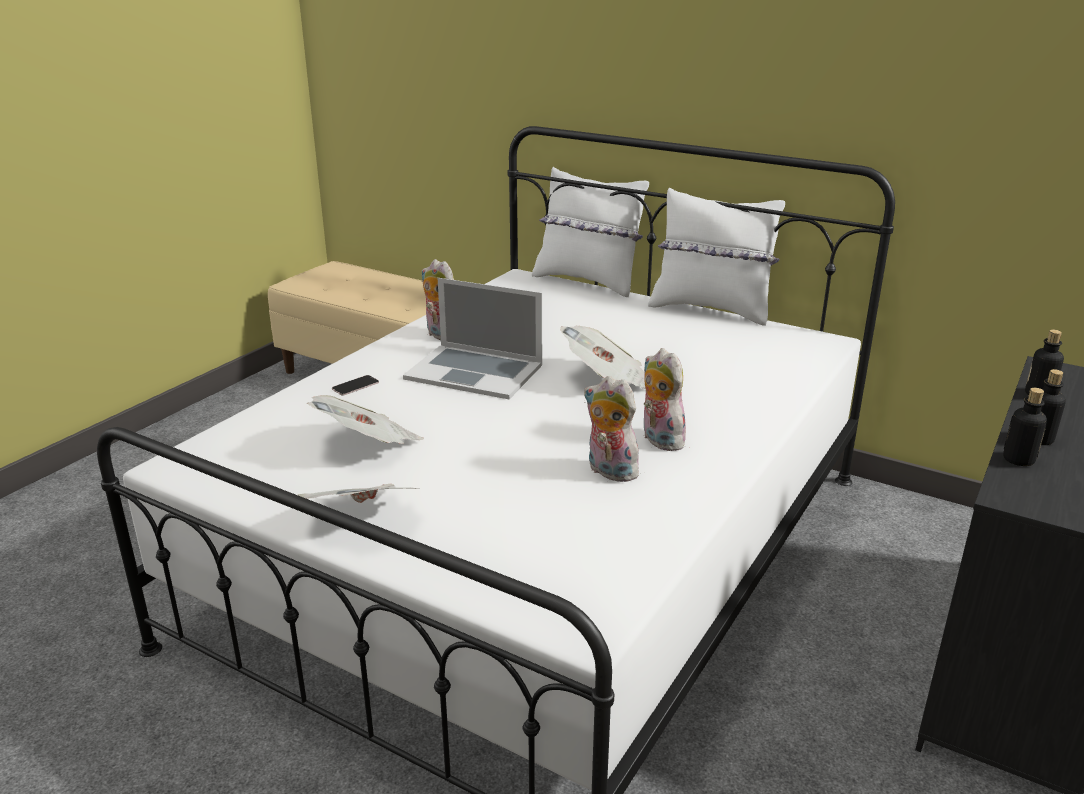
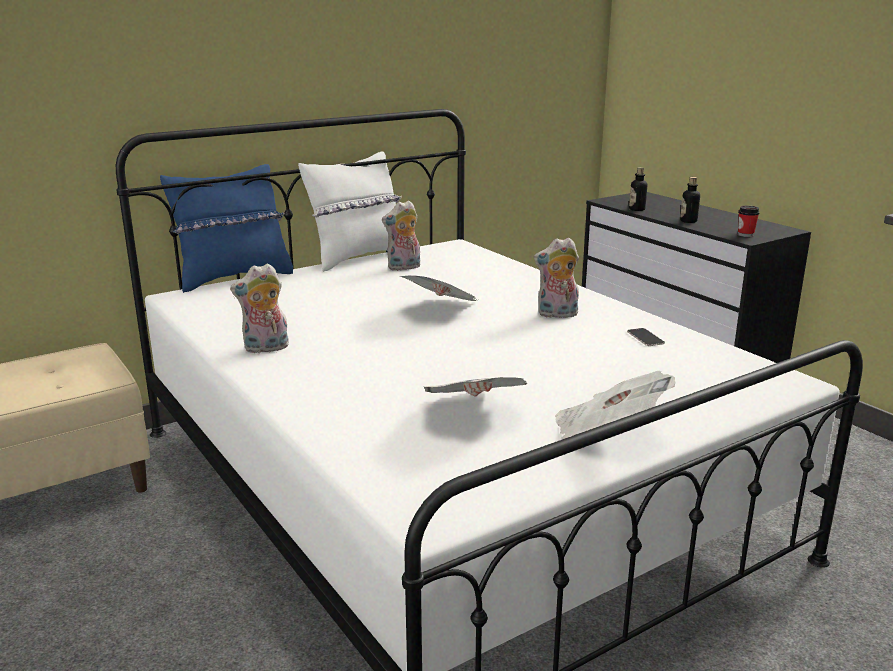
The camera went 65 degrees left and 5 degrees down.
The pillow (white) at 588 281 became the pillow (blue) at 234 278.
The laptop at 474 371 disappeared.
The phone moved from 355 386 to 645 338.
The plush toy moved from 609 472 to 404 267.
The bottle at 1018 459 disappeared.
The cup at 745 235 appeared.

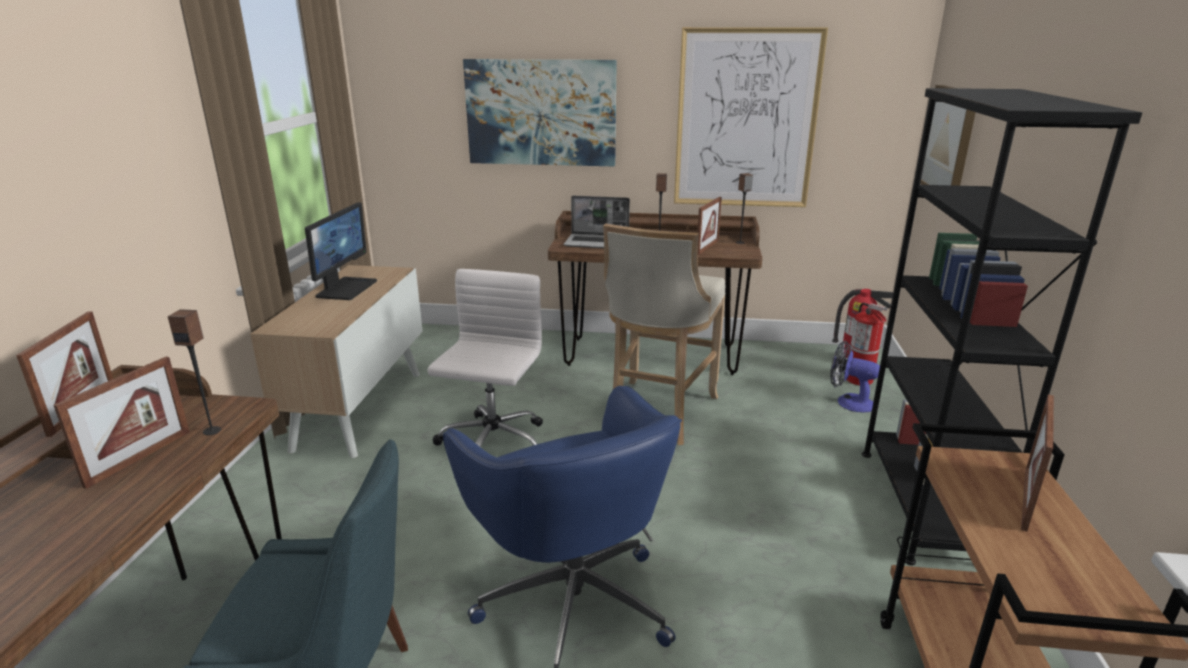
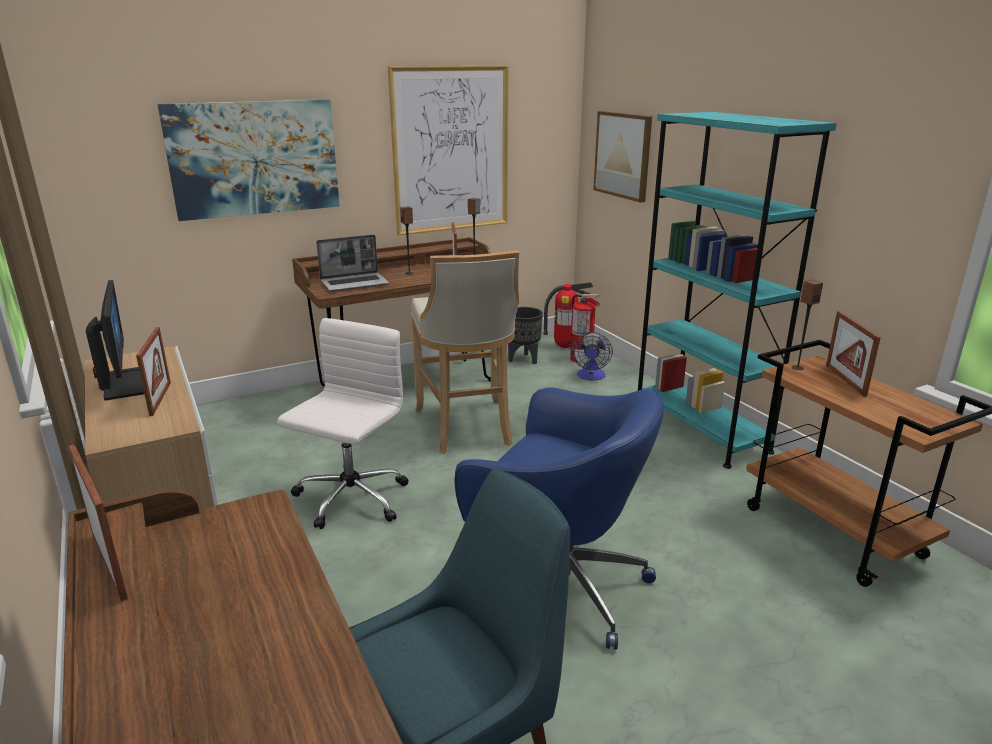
The camera went 35 degrees left and 0 degrees up.
The bookcase (black) at 922 505 became the bookcase (turquoise) at 700 429.
The office chair (white) at 492 443 turned 45 degrees clockwise.
The speaker moved from 212 430 to 797 367.
The fan at 848 402 turned 75 degrees counterclockwise.
The picture frame moved from 139 458 to 160 398.
The planter (black) at 523 359 appeared.

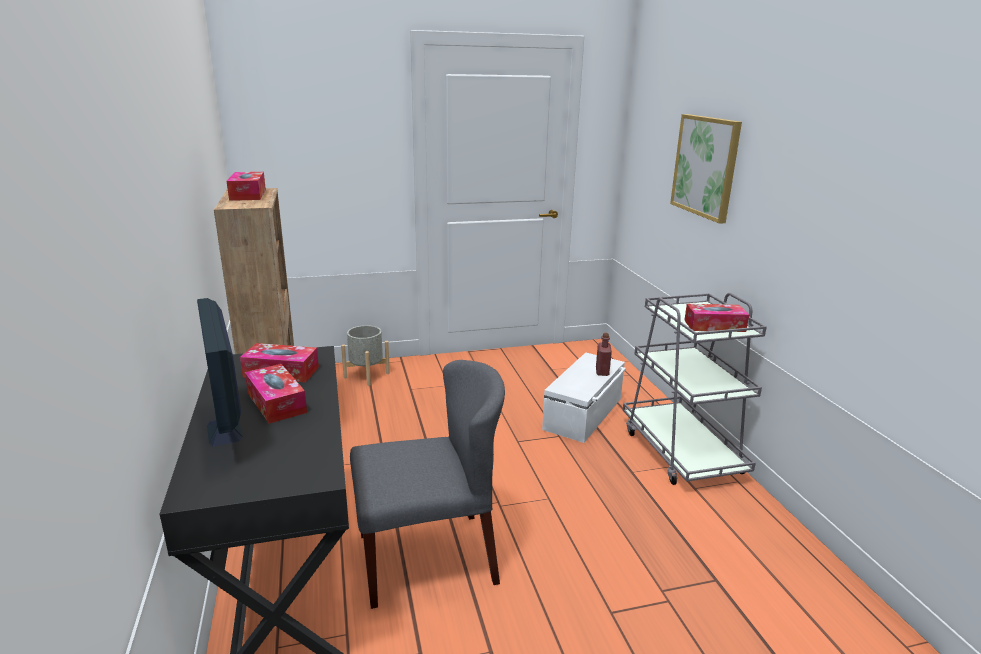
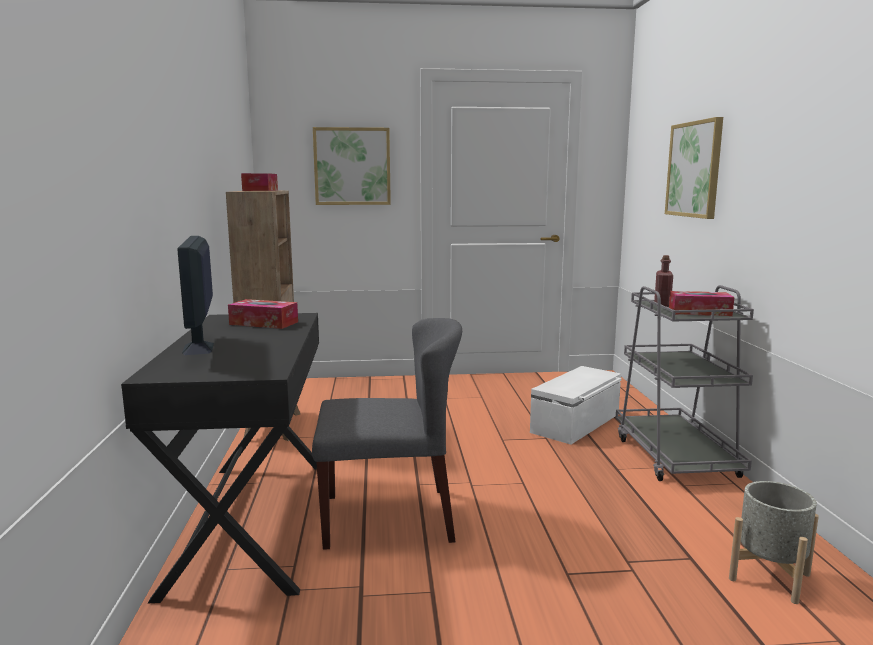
The camera went 10 degrees right and 10 degrees down.
The planter (grey) moved from 366 375 to 769 577.
The bottle (red) moved from 602 372 to 662 304.
The tissue box at 276 402 disappeared.
The picture at 352 166 appeared.

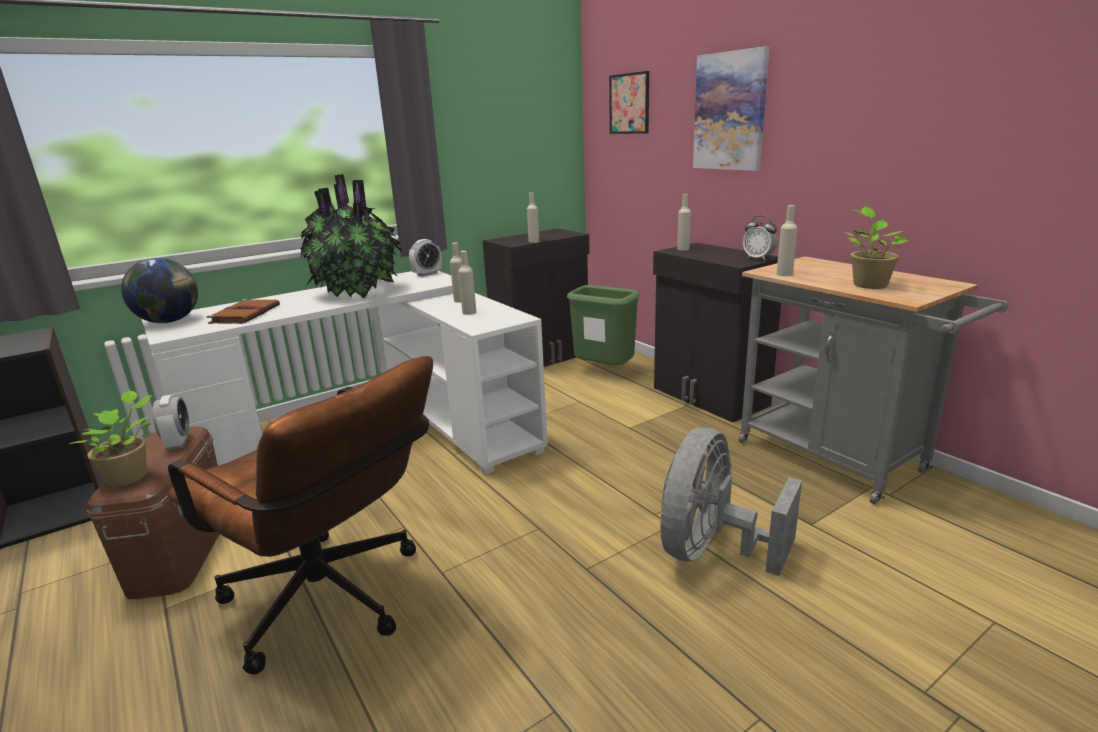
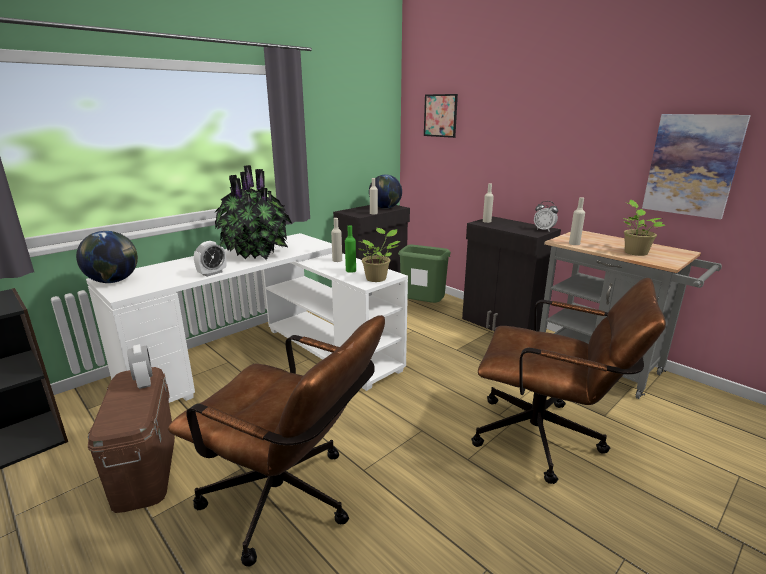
The camera went 10 degrees left and 0 degrees up.
The picture moved from 730 112 to 692 165.
The alarm clock moved from 427 274 to 212 273.
The bottle (beige) at 469 312 became the bottle (green) at 351 270.
The book (brown) at 246 314 disappeared.
The potted plant moved from 131 477 to 377 278.
The fan (grey) at 712 551 was replaced by the office chair (brown) at 548 439.
The globe at 385 208 appeared.

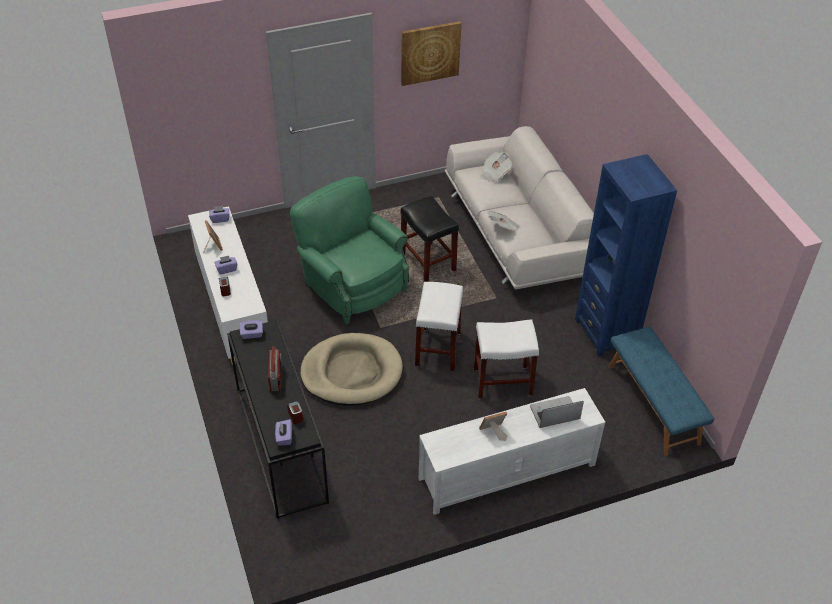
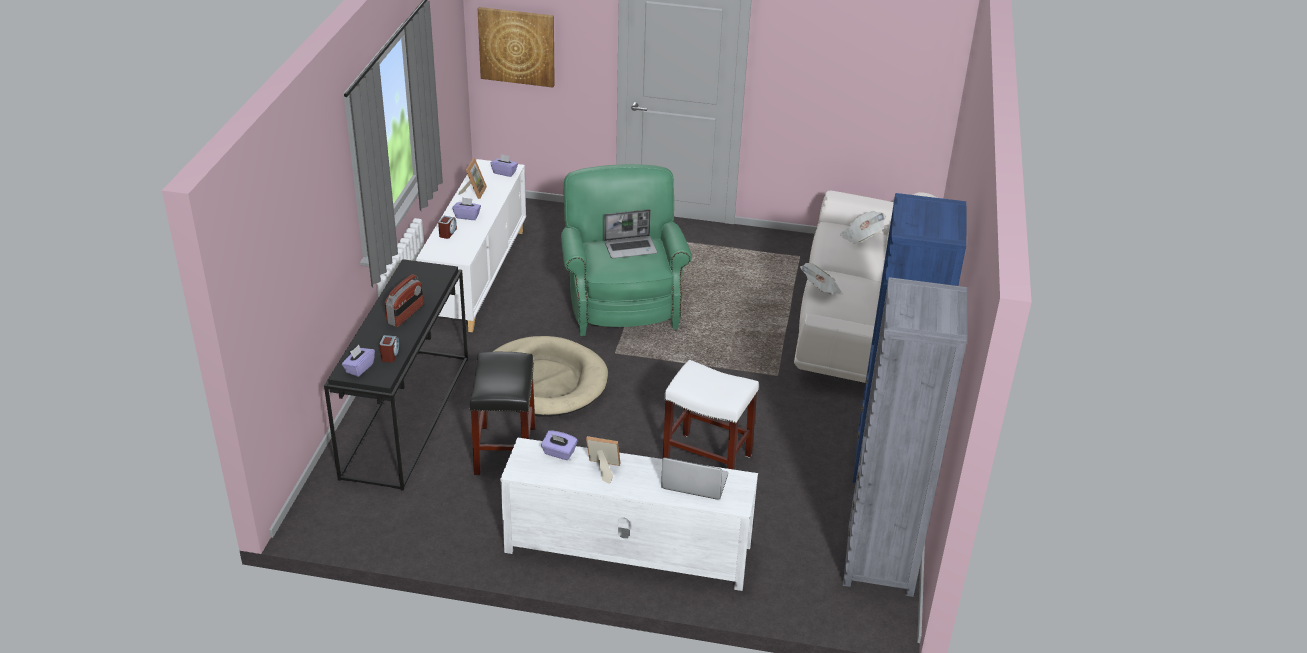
The camera went 30 degrees right and 10 degrees down.
The picture moved from 430 52 to 517 46.
The stool (black) moved from 427 262 to 504 450.
The stool (white) at 437 348 disappeared.
The tissue box (purple) moved from 252 334 to 559 453.
The bench (blue) at 653 404 was replaced by the bookcase (grey) at 880 561.
The laptop at 631 248 appeared.

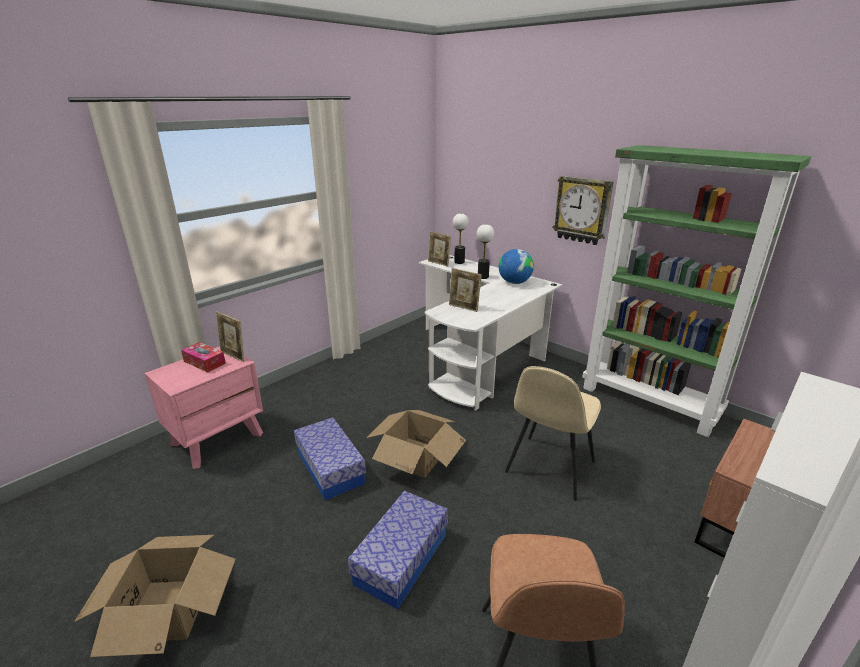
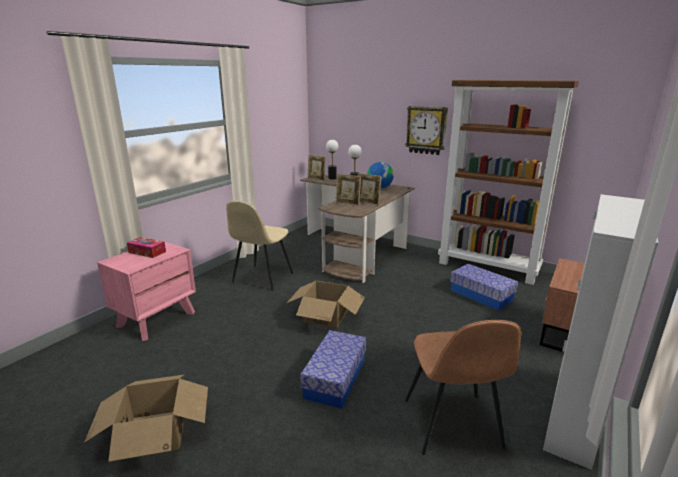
The camera went 10 degrees left and 5 degrees down.
The bookcase (green) at 650 402 became the bookcase (brown) at 488 268.
The desk (white) at 481 357 became the desk (brown) at 357 249.
The picture frame moved from 234 356 to 367 203.
The chair (beige) moved from 549 468 to 262 278.
The storage box moved from 330 468 to 481 295.

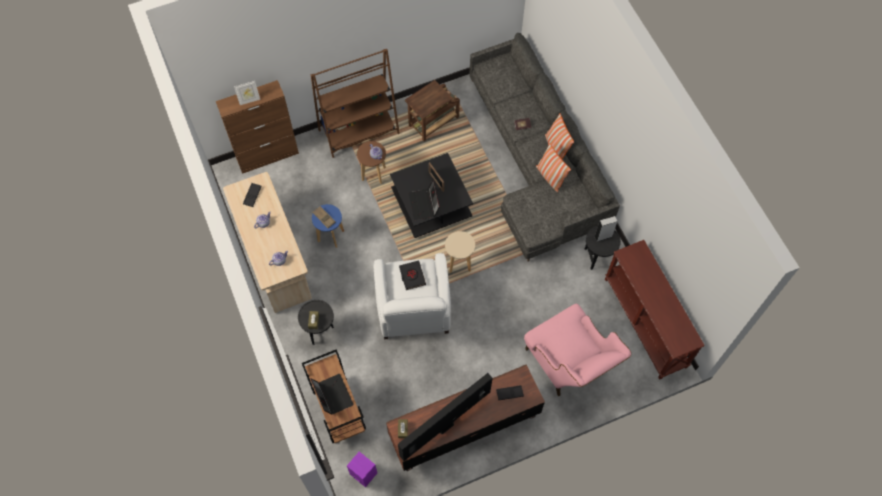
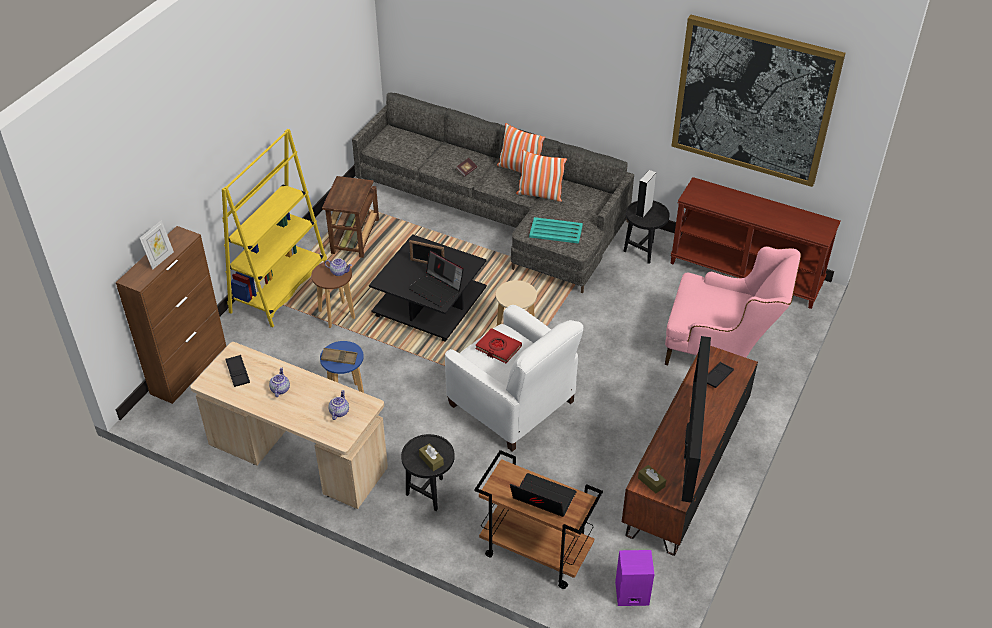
The camera went 40 degrees left and 20 degrees down.
The bookcase (brown) at 359 132 became the bookcase (yellow) at 280 289.
The book (black) at 412 276 became the book (red) at 498 348.
The picture at 754 100 appeared.
The tray (turquoise) at 556 231 appeared.

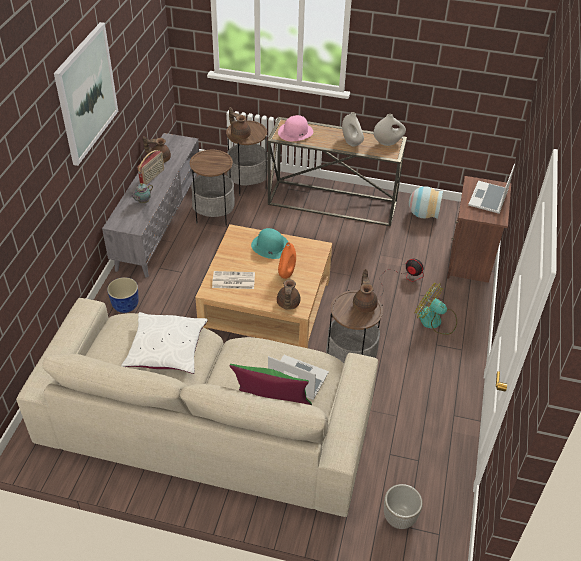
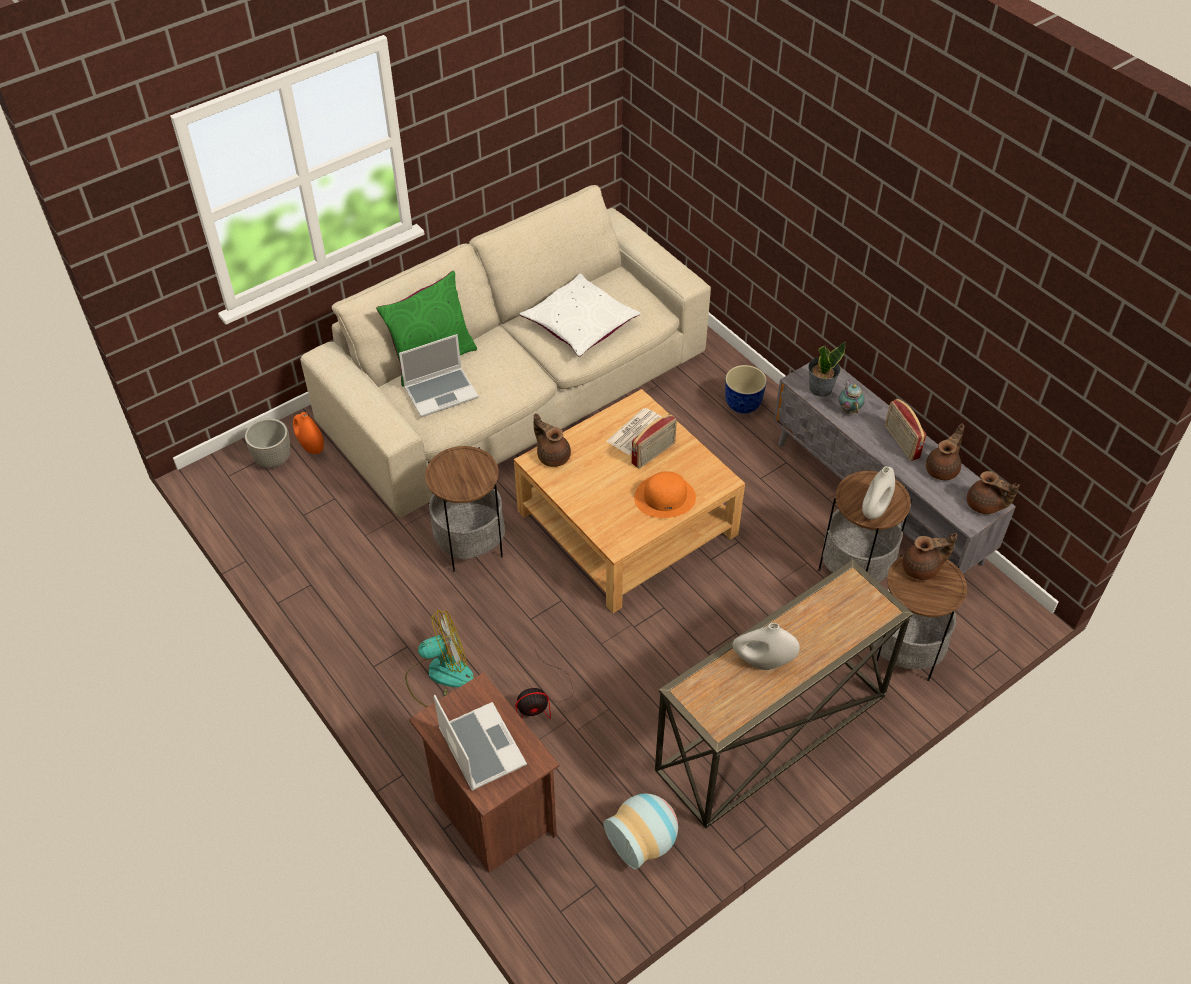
The camera went 130 degrees right and 5 degrees up.
The picture at 86 93 disappeared.
The vase (white) moved from 388 142 to 874 510.
The hat (pink) at 295 132 disappeared.
The hat (turquoise) at 270 246 became the hat (orange) at 665 497.
The vase (orange) moved from 287 273 to 311 447.
The teapot (brown) moved from 364 304 to 984 505.
The potted plant at 820 388 appeared.
The radio at 654 454 appeared.

